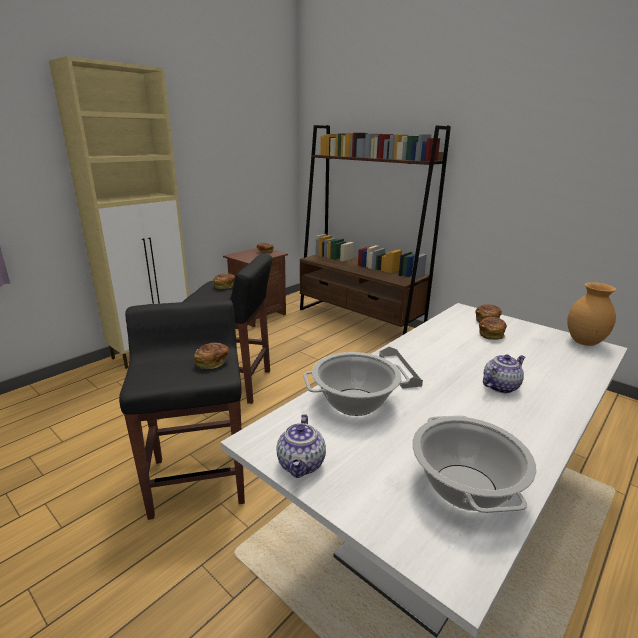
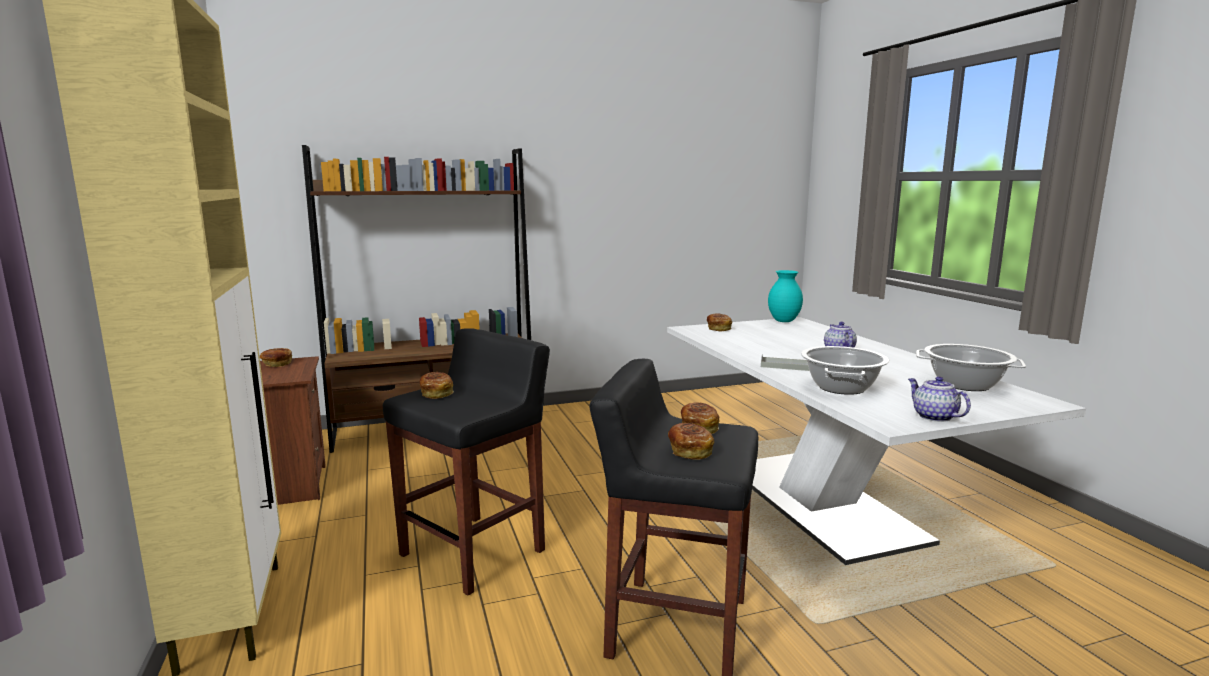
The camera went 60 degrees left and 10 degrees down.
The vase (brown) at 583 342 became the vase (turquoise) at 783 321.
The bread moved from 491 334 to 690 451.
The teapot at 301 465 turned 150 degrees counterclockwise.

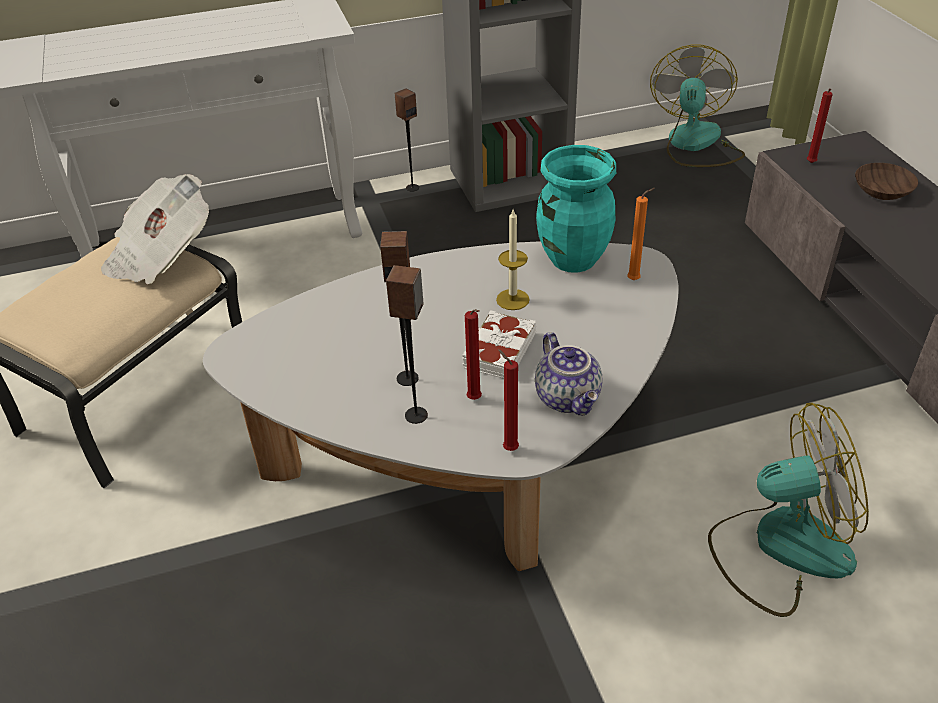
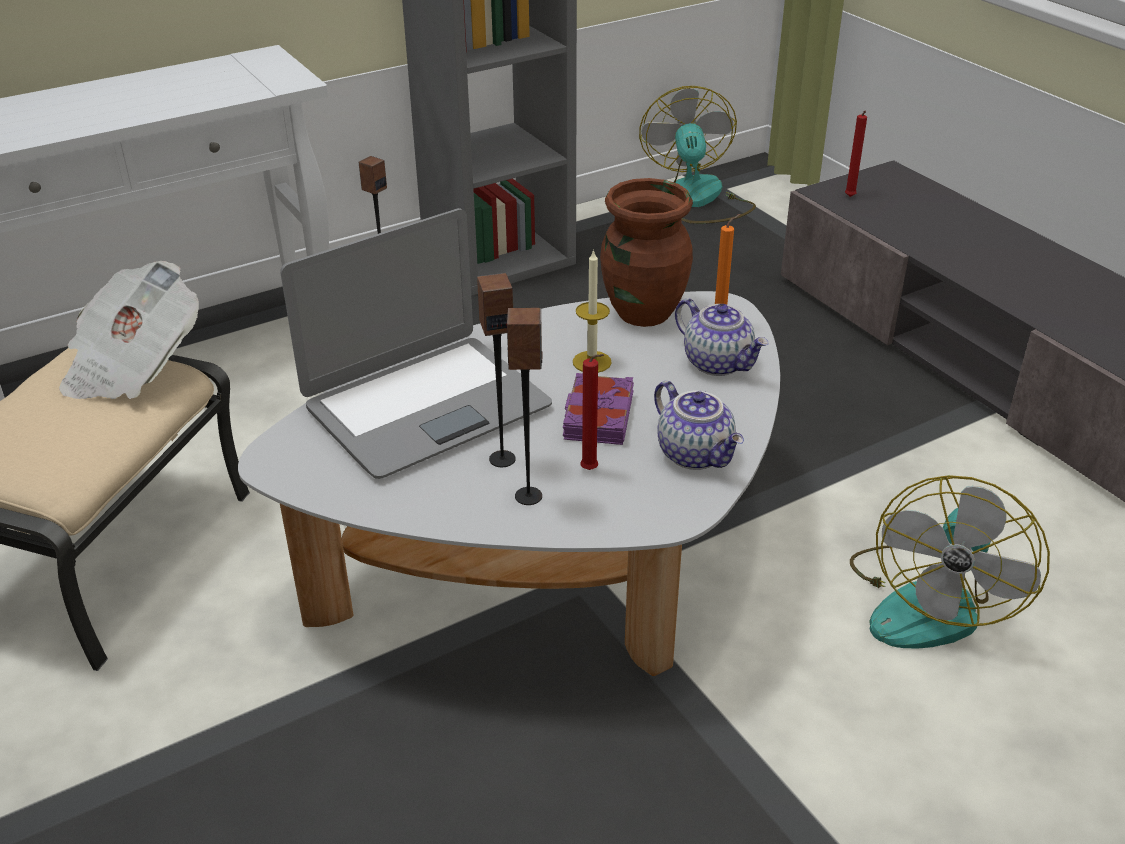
The camera went 15 degrees left and 5 degrees down.
The vase (turquoise) at 573 258 became the vase (brown) at 643 312.
The bowl (brown) at 881 190 disappeared.
The book (white) at 498 351 became the book (purple) at 597 416.
The candle (red) at 508 448 disappeared.
The fan at 780 547 turned 135 degrees clockwise.
The laptop at 426 406 appeared.
The teapot at 718 363 appeared.

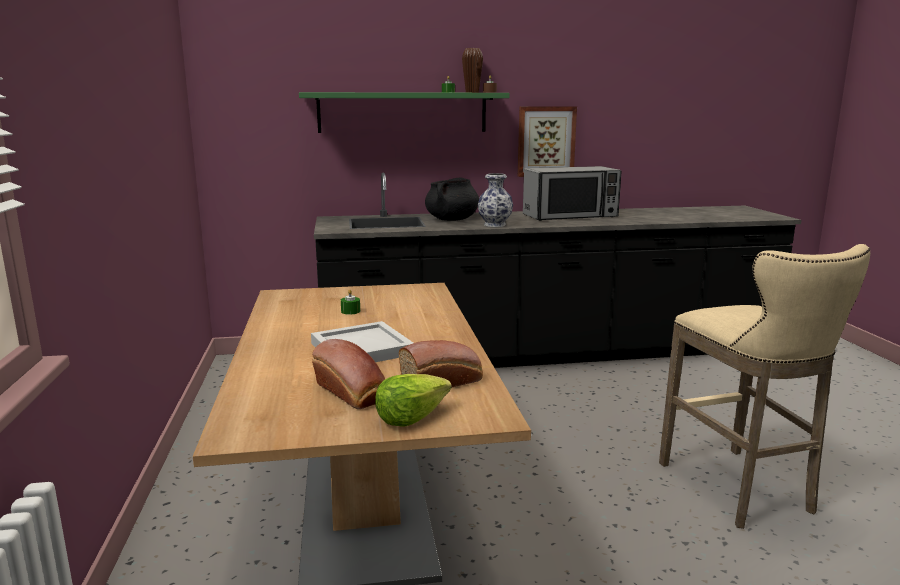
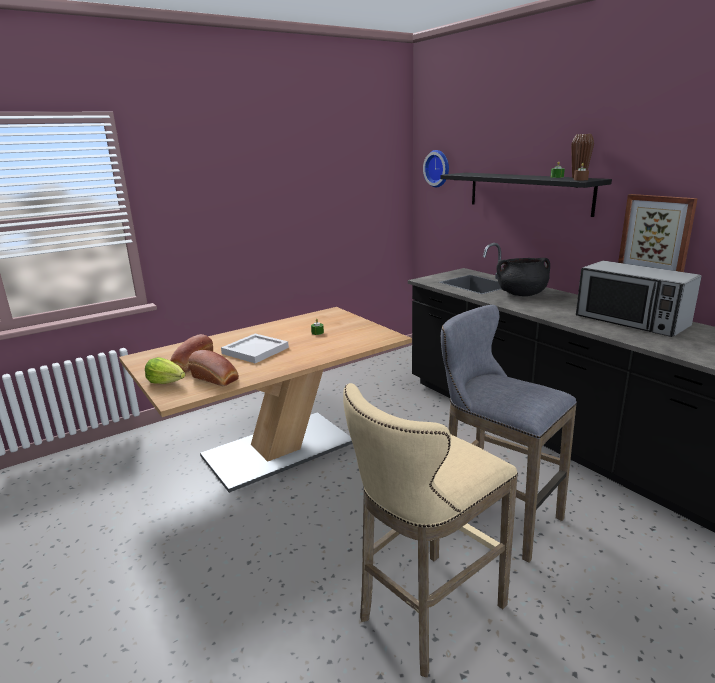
The camera went 65 degrees right and 5 degrees up.
The shelf (green) at 402 112 became the shelf (black) at 528 192.
The vase at 495 225 disappeared.
The wall clock at 438 168 appeared.
The stool (grey) at 495 515 appeared.

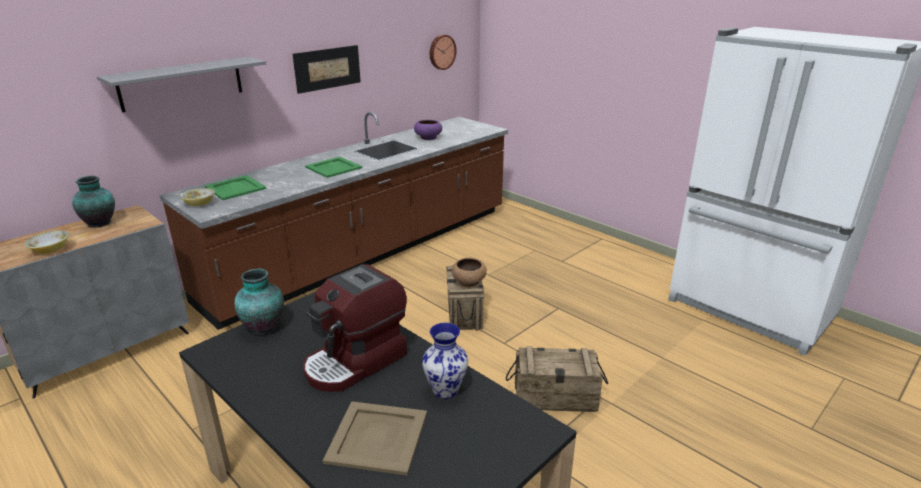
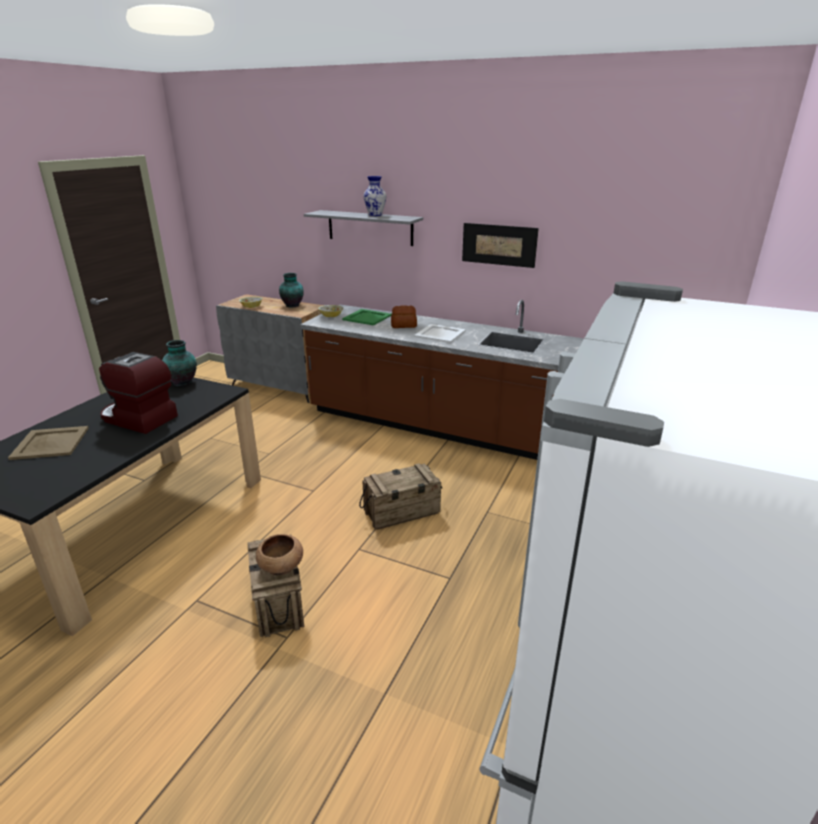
The camera went 70 degrees right and 0 degrees up.
The wall clock at 441 52 disappeared.
The bowl (purple) at 428 137 disappeared.
The tray (green) at 333 168 became the tray (white) at 439 334.
The bowl (brown) moved from 469 282 to 281 567.
The vase moved from 446 389 to 375 215.
The bread at 404 326 appeared.

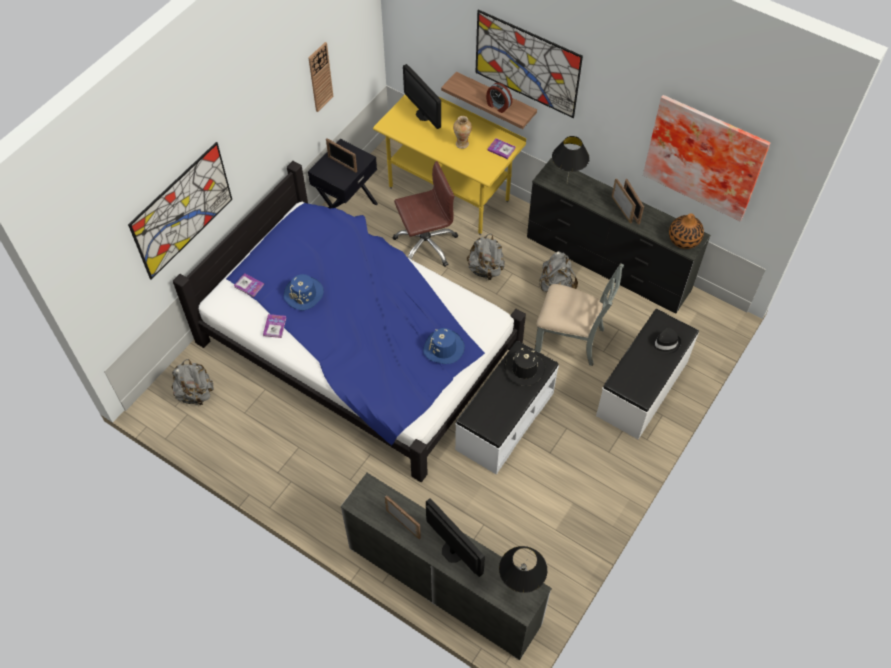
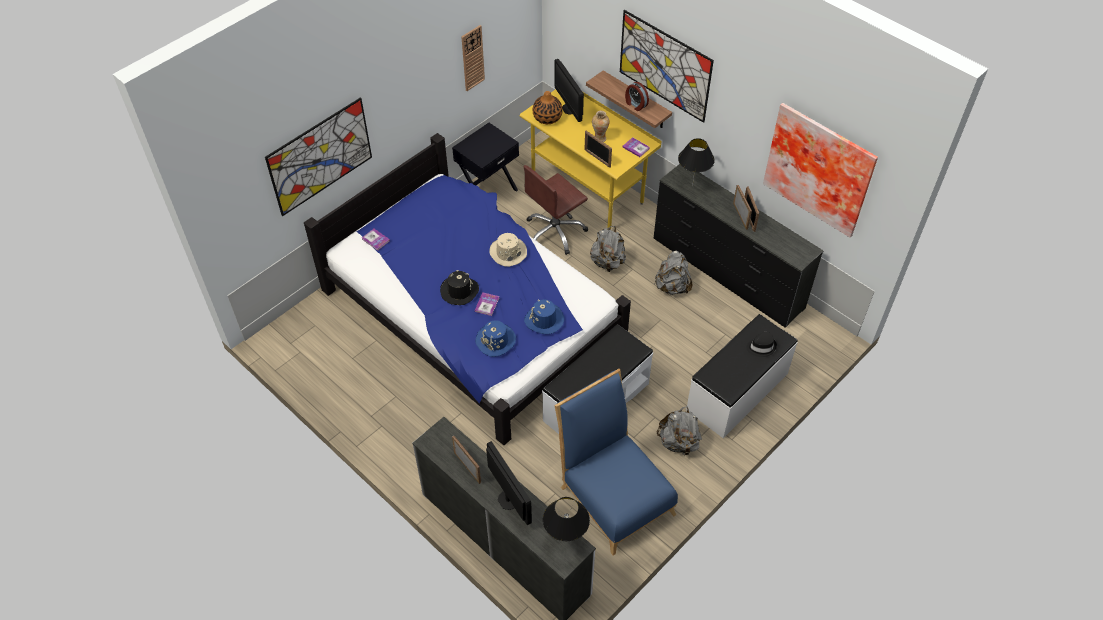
The camera went 10 degrees right and 5 degrees down.
The picture frame moved from 342 164 to 597 158.
The office chair (brown) at 425 244 turned 150 degrees clockwise.
The vase moved from 684 239 to 547 117.
The chair (grey) at 570 339 disappeared.
The hat (blue) moved from 304 294 to 496 341.
The book moved from 275 326 to 487 304.
The hat (black) moved from 524 369 to 459 291.
The backpack (grey) moved from 196 393 to 678 442.
The hat (beige) at 508 252 appeared.
The chair (blue) at 613 494 appeared.

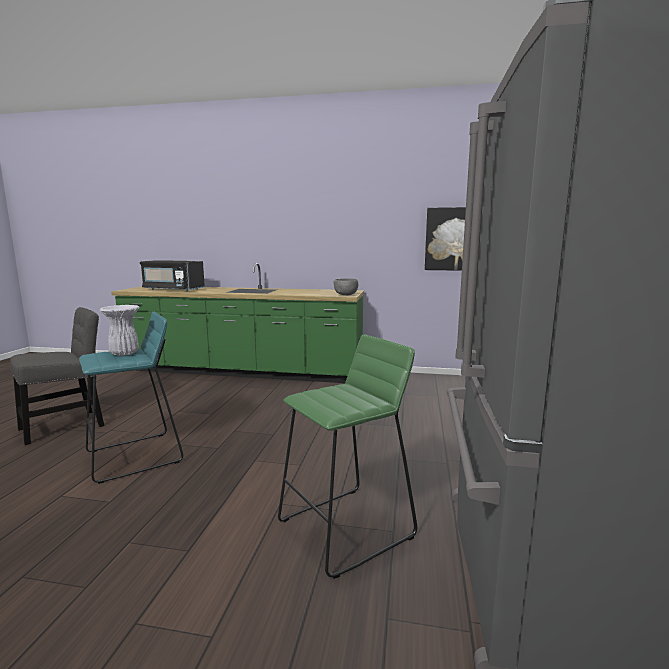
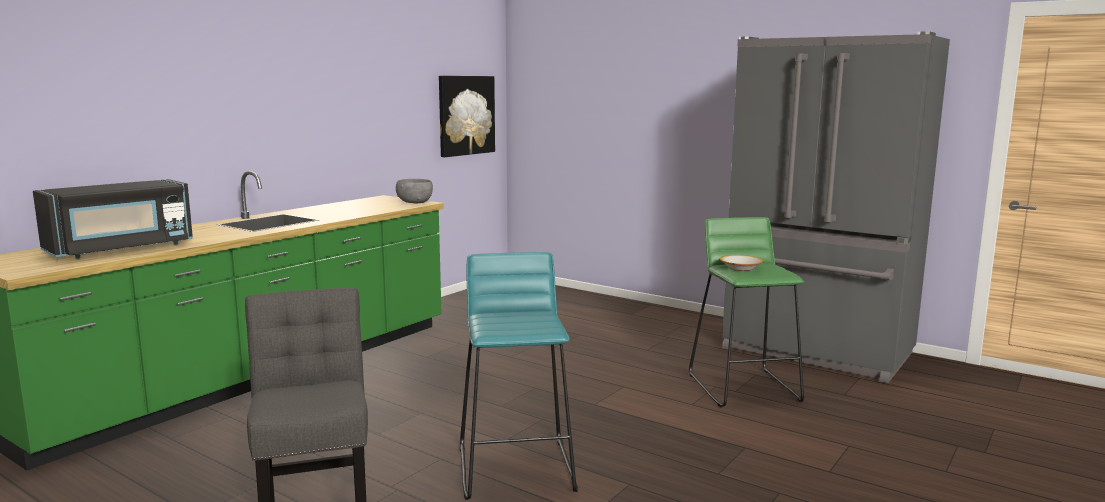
The camera went 65 degrees left and 0 degrees up.
The vase (white) at 124 354 disappeared.
The bowl at 740 268 appeared.

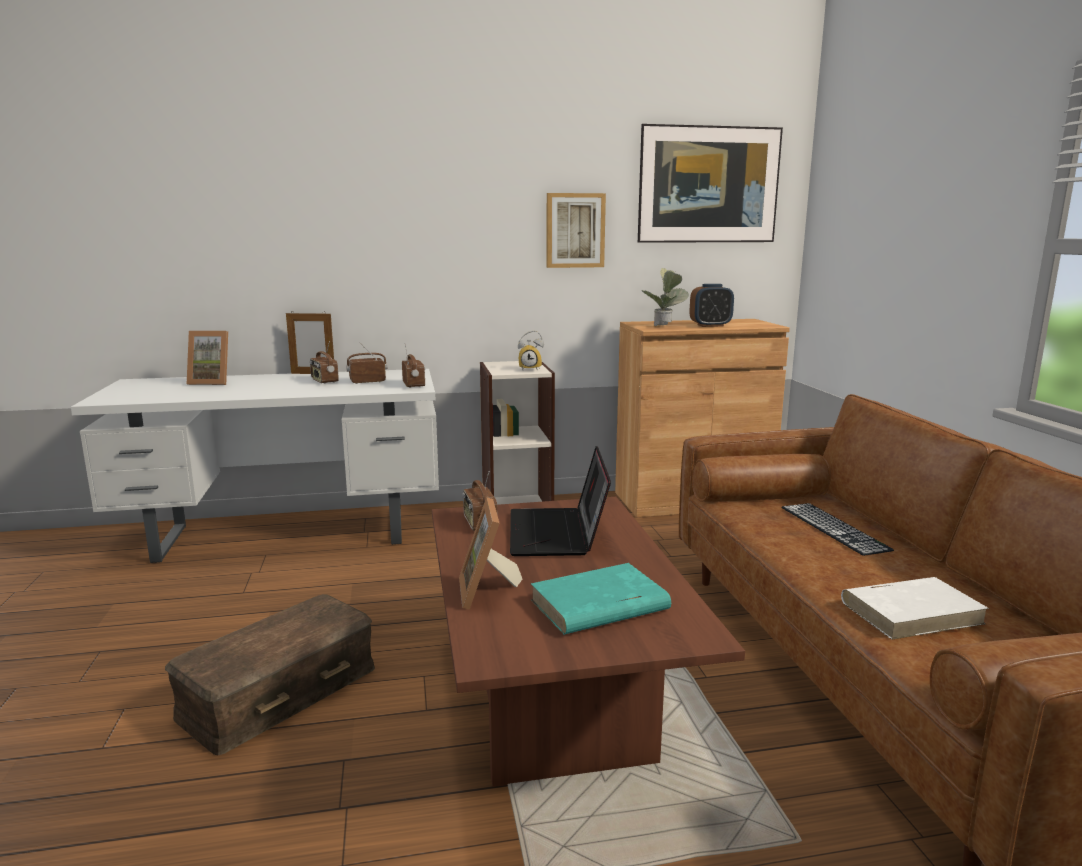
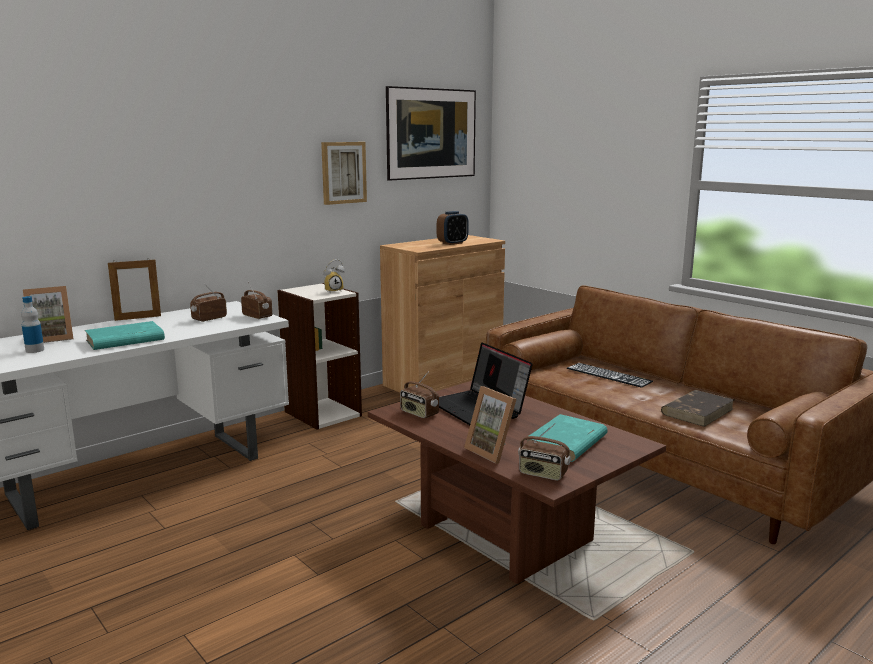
The camera went 30 degrees left and 0 degrees up.
The potted plant at 664 327 disappeared.
The radio moved from 324 381 to 542 474.
The book (white) at 912 612 became the book (brown) at 697 411.
The storage box (brown) at 278 691 disappeared.
The bottle at 35 350 appeared.
The book (turquoise) at 124 340 appeared.

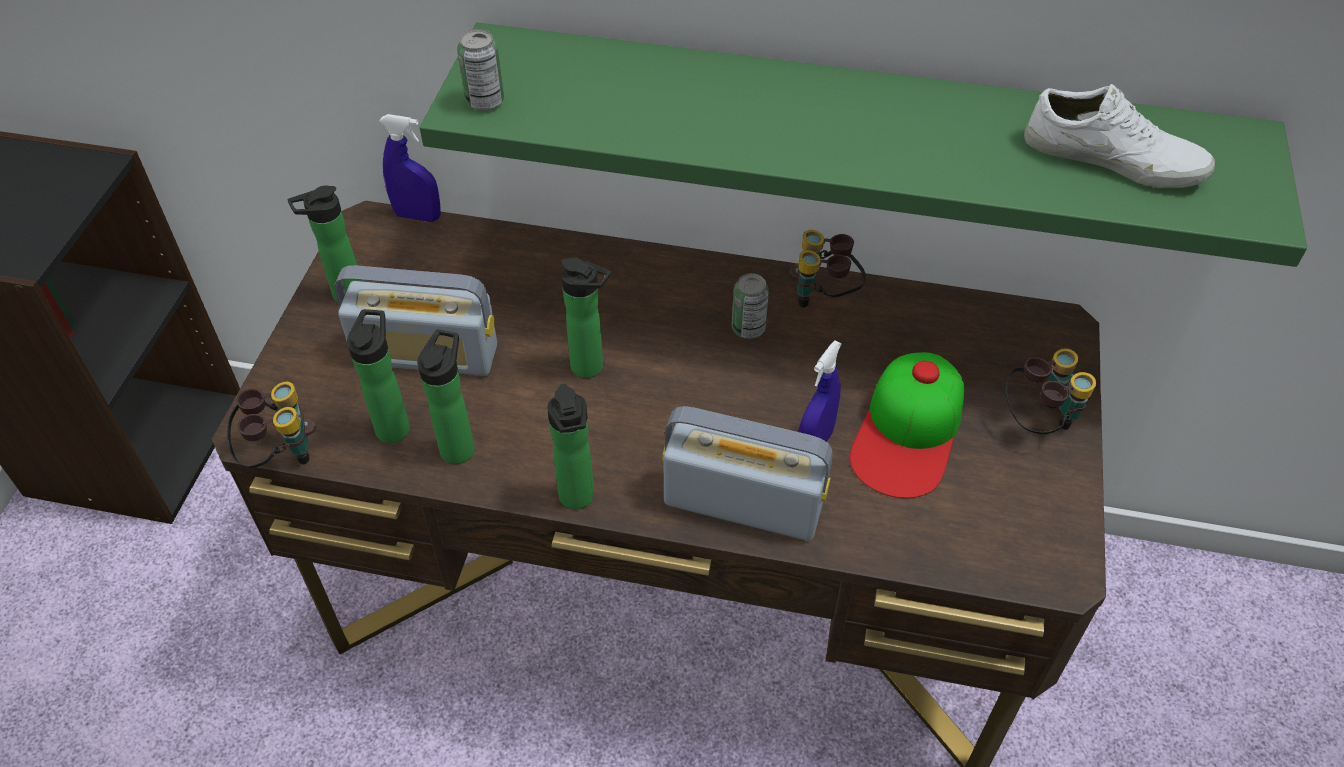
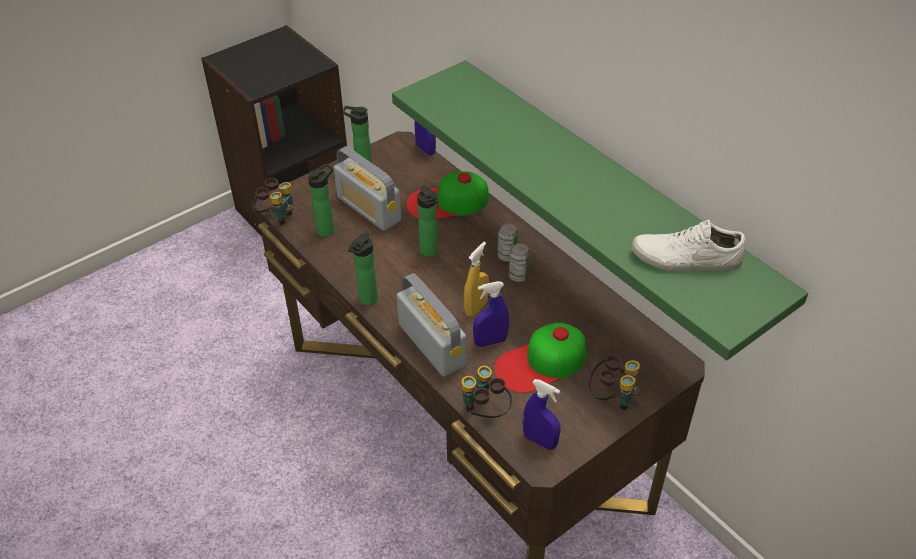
The camera went 40 degrees right and 5 degrees down.
The can moved from 485 101 to 507 256.
The shoe (white) at 1114 157 turned 120 degrees clockwise.
The binoculars moved from 824 298 to 484 412.
The bottle at 459 446 disappeared.
The cap at 447 202 appeared.
The spray bottle (yellow) at 476 308 appeared.
The spray bottle (blue) at 539 441 appeared.

